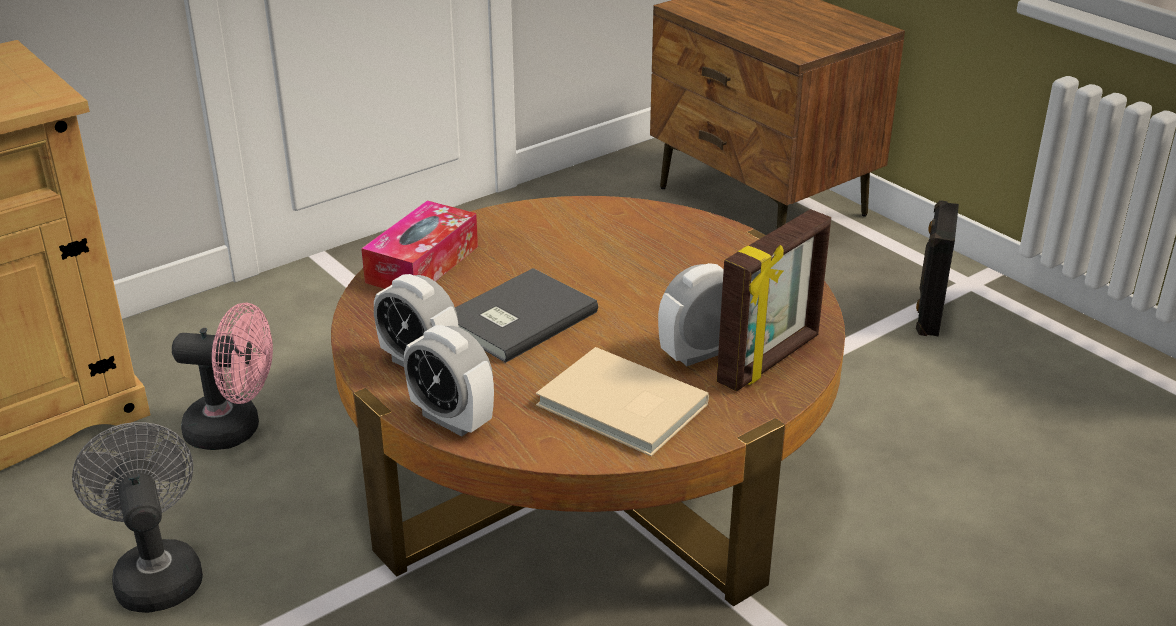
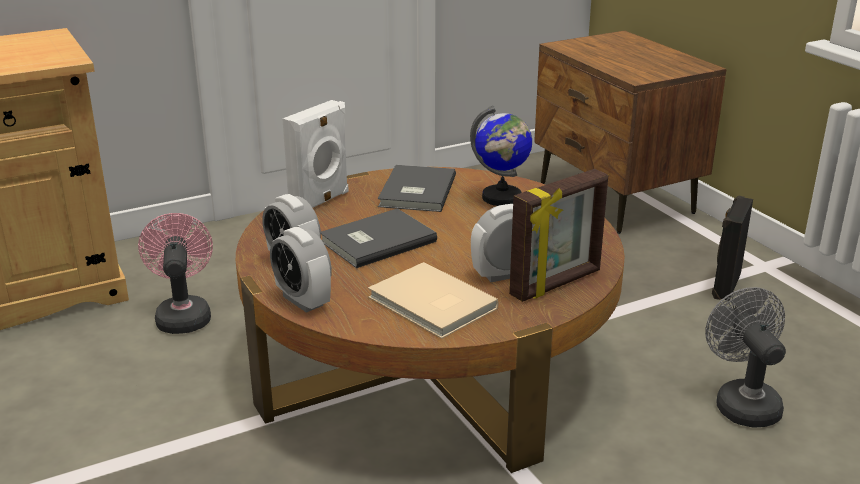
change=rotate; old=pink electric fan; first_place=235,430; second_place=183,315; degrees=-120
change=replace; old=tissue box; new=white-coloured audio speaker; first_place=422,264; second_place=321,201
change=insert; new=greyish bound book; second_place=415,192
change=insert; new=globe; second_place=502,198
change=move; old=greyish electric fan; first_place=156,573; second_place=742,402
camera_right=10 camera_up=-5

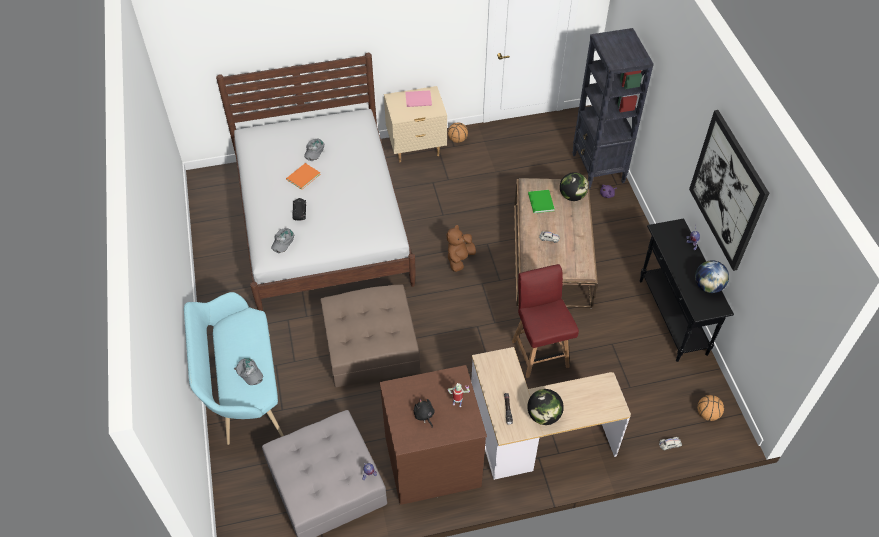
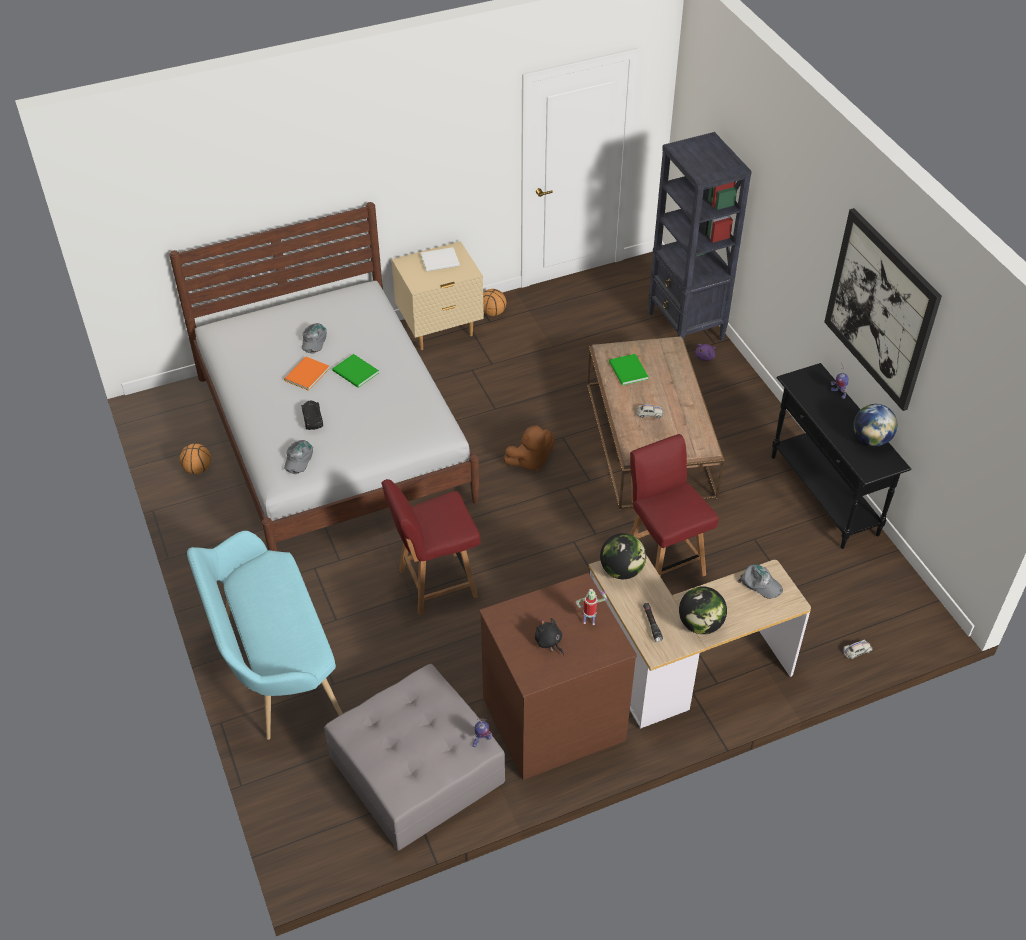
change=move; old=basketball ball; first_place=707,414; second_place=198,469
change=insert; new=green-coloured bound book; second_place=355,373
change=replace; old=brown pouffe; new=red chair; first_place=370,344; second_place=435,584
change=recolor; old=pink bound book; new=white-coloured bound book; first_place=419,100; second_place=441,261
change=rotate; old=brown plush toy; first_place=459,259; second_place=530,461; degrees=-135
change=move; old=globe; first_place=572,196; second_place=621,570
change=move; old=greyish peaked cap; first_place=249,373; second_place=760,584
camera_right=-10 camera_up=-5

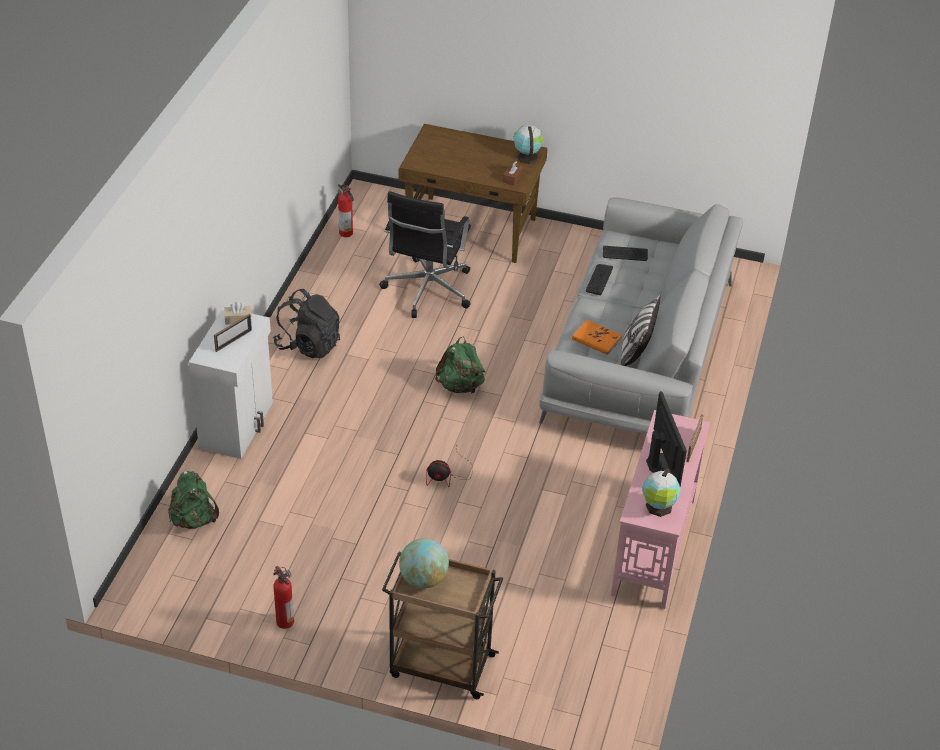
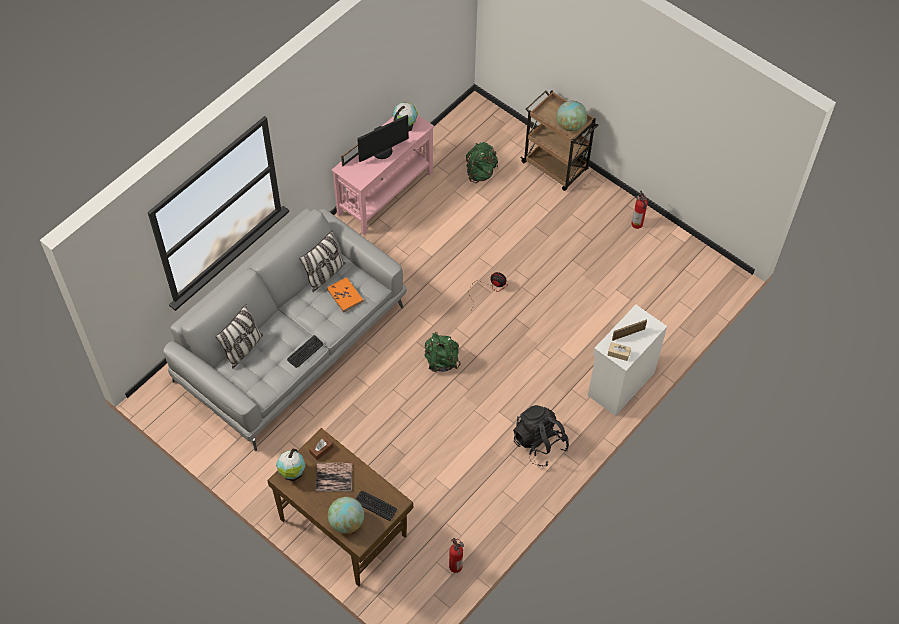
change=insert; new=throw pillow; second_place=243,348
change=insert; new=bound book; second_place=334,477
change=insert; new=globe; second_place=347,522
change=move; old=computer keyboard; first_place=625,254; second_place=375,505
change=rotate; old=computer screen; first_place=662,464; second_place=382,151; degrees=-135
change=move; old=green-coloured rucksack; first_place=193,519; second_place=481,172
change=delete; old=black desk chair; first_place=427,291
camera_right=-155 camera_up=15

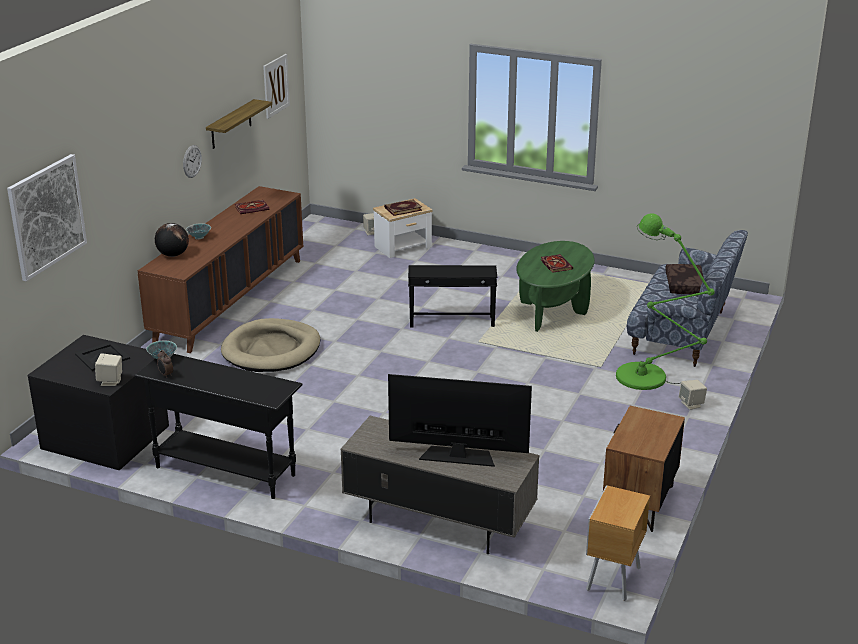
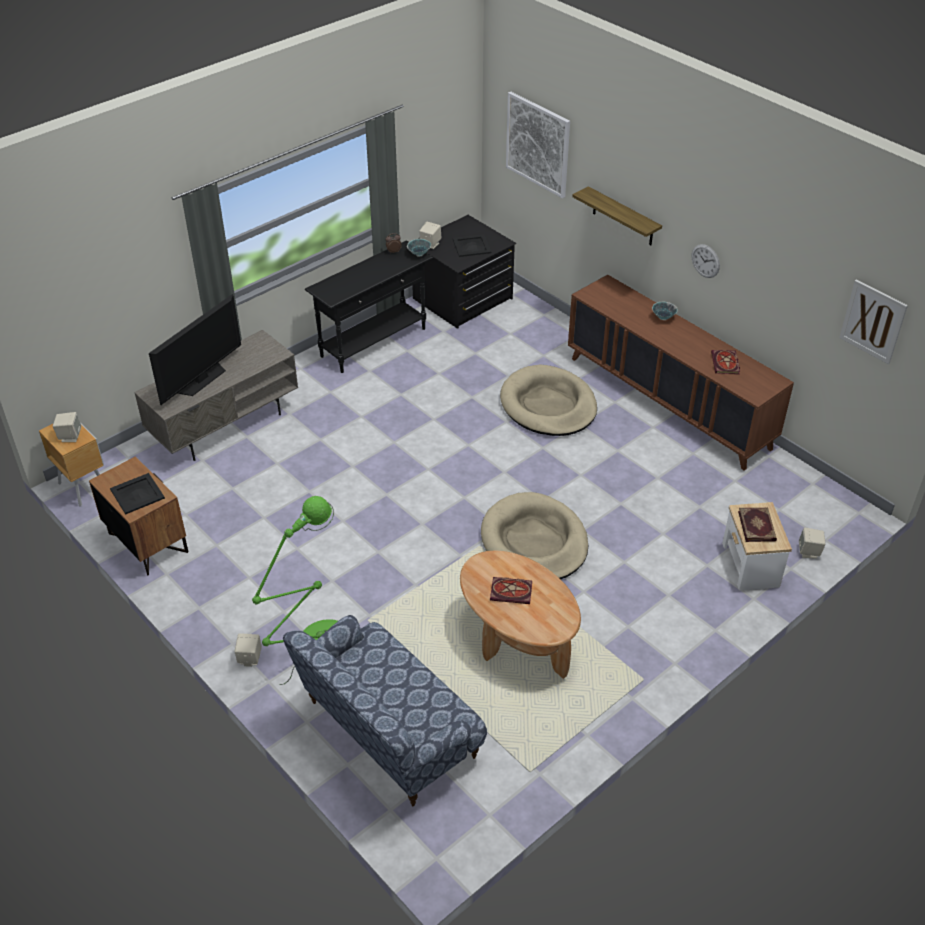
change=insert; new=beige audio speaker; second_place=70,436
change=insert; new=black tray; second_place=138,494
change=recolor; old=green-coloured low table; new=brown low table; first_place=553,309; second_place=517,638
change=replace; old=black accent table; new=beige pet bed; first_place=452,322; second_place=534,541
change=move; old=bracket shelf; first_place=231,124; second_place=623,217
change=delete; old=globe; first_place=173,255
change=delete; old=brown throw pillow; first_place=684,285
camera_right=115 camera_up=15

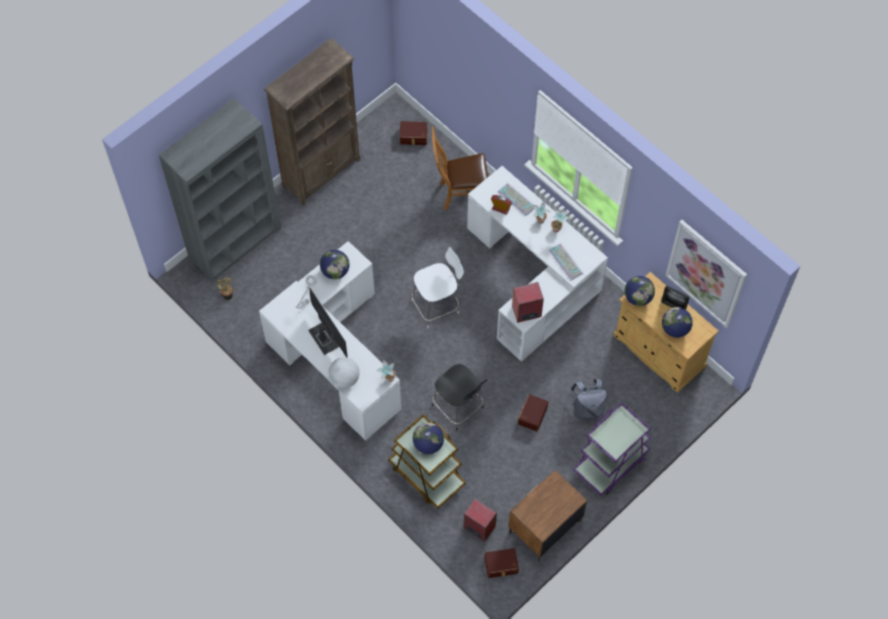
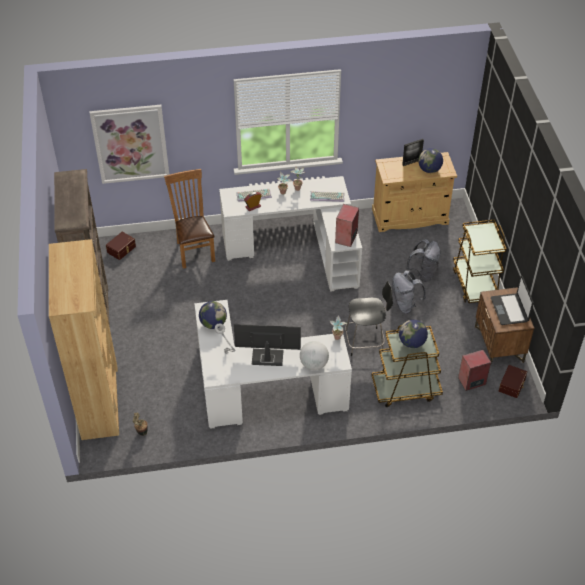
change=recolor; old=greyish shelving unit; new=brown shelving unit; first_place=235,242; second_place=99,401
change=move; old=wall art; first_place=706,273; second_place=130,144
change=rotate; old=brown chair; first_place=460,194; second_place=194,250; degrees=135
change=replace; old=brown storage bin; new=greyish rucksack; first_place=531,415; second_place=405,305
change=recolor; old=purple-coloured cart; new=brown cart; first_place=610,463; second_place=475,284
change=insert; new=laptop; second_place=510,310
change=delete; old=white-coloured chair; first_place=437,305
change=delete; old=globe; first_place=638,297
camera_right=-55 camera_up=-15

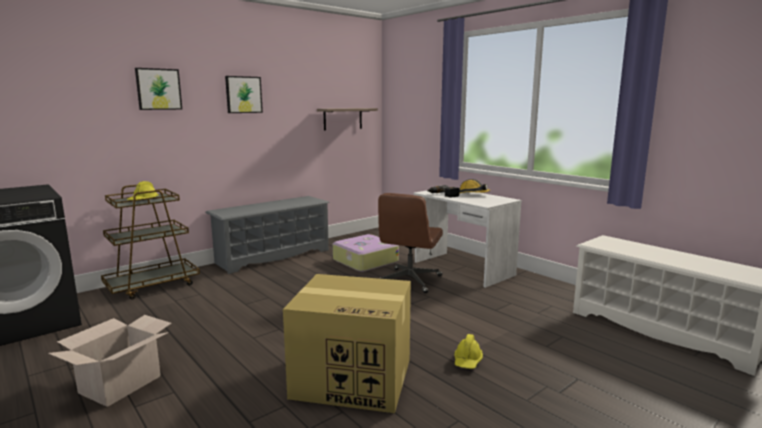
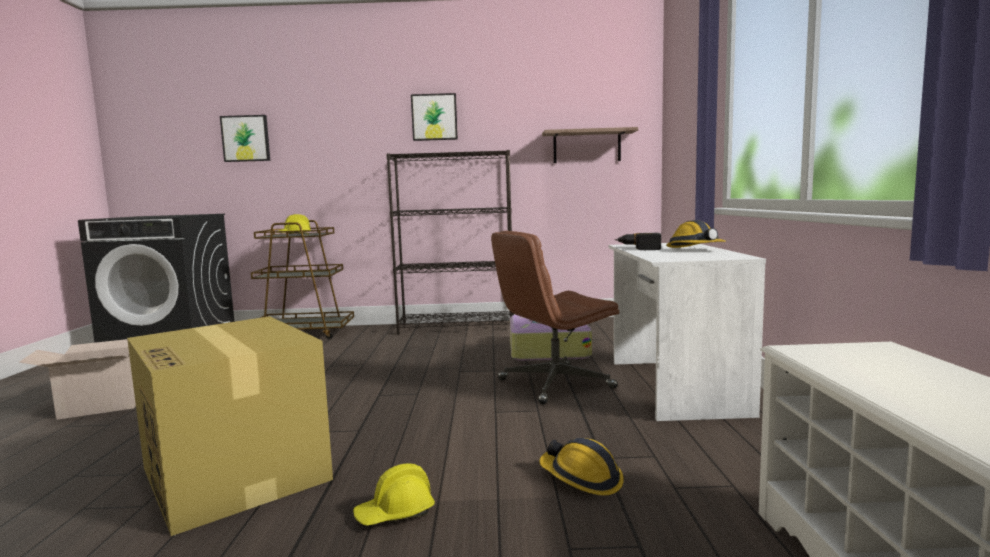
change=move; old=wall art; first_place=158,89; second_place=246,138
change=replace; old=greyish shoe rack; new=black shelving unit; first_place=273,256; second_place=457,327
change=insert; new=safety helmet; second_place=581,478
camera_right=40 camera_up=-5

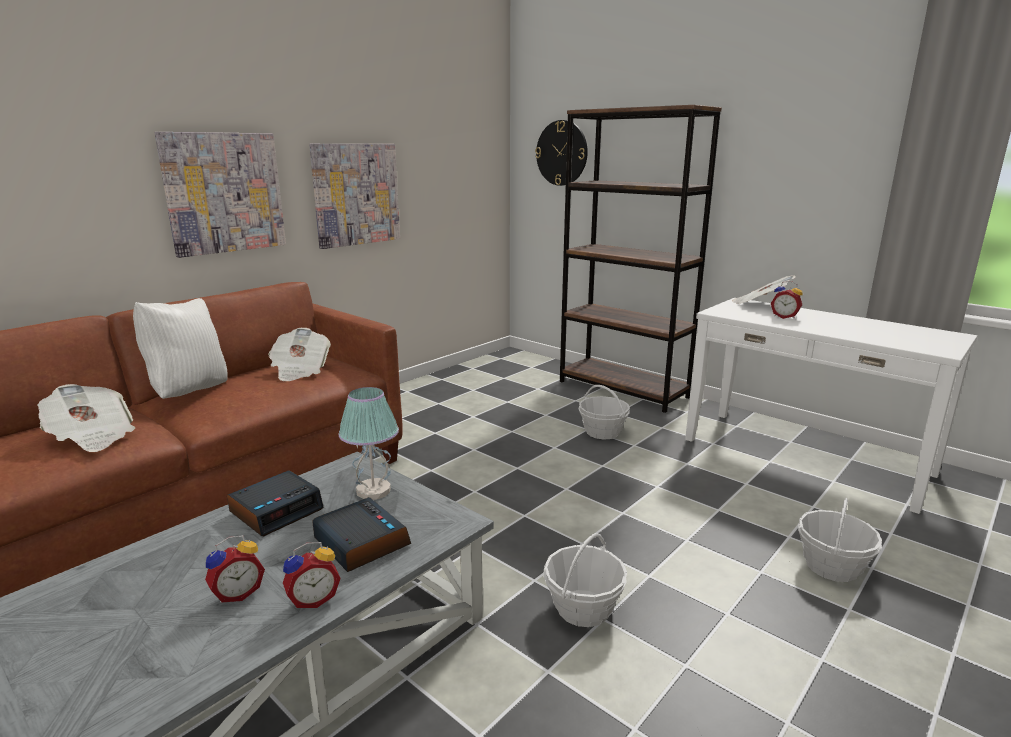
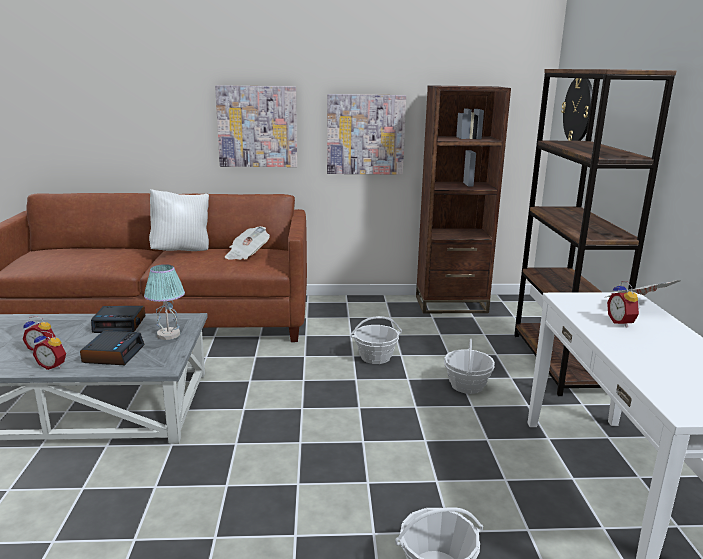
change=move; old=household basket; first_place=583,608; second_place=375,357
change=insert; new=brown shelving unit; second_place=451,304
change=delete; old=newspaper; first_place=92,437
camera_right=45 camera_up=0

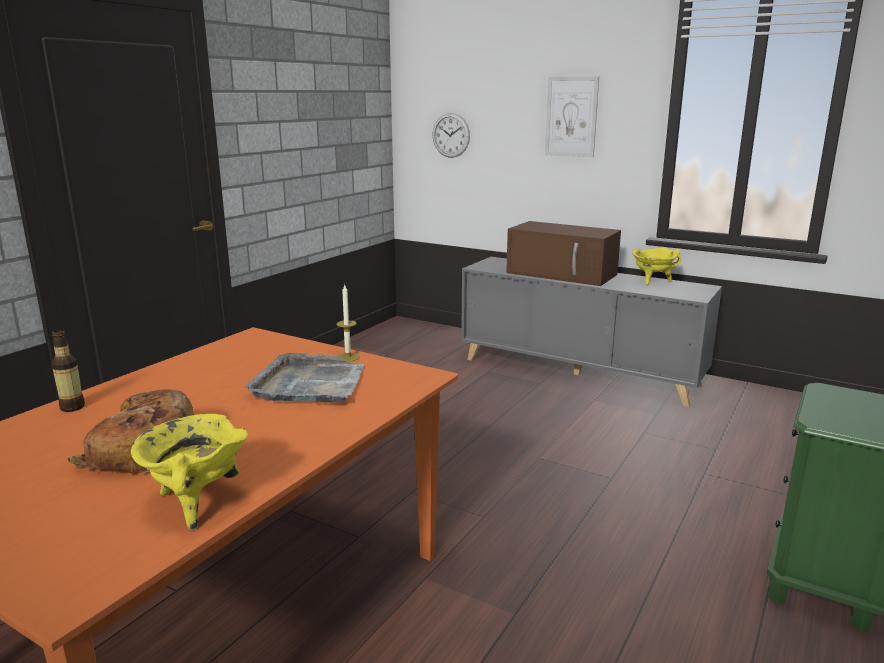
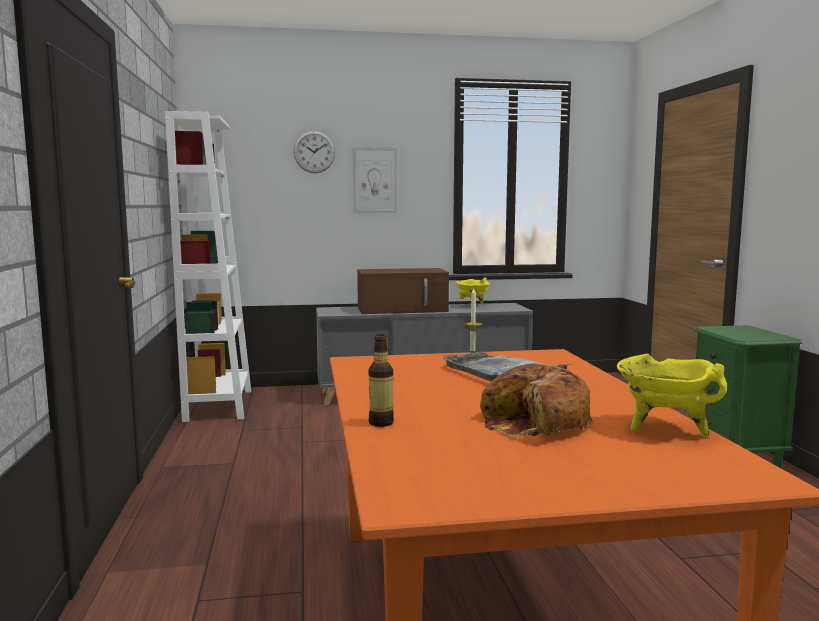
change=insert; new=white-coloured shelving unit; second_place=219,405
change=move; old=hanging clock; first_place=451,135; second_place=314,152
camera_right=-40 camera_up=-10

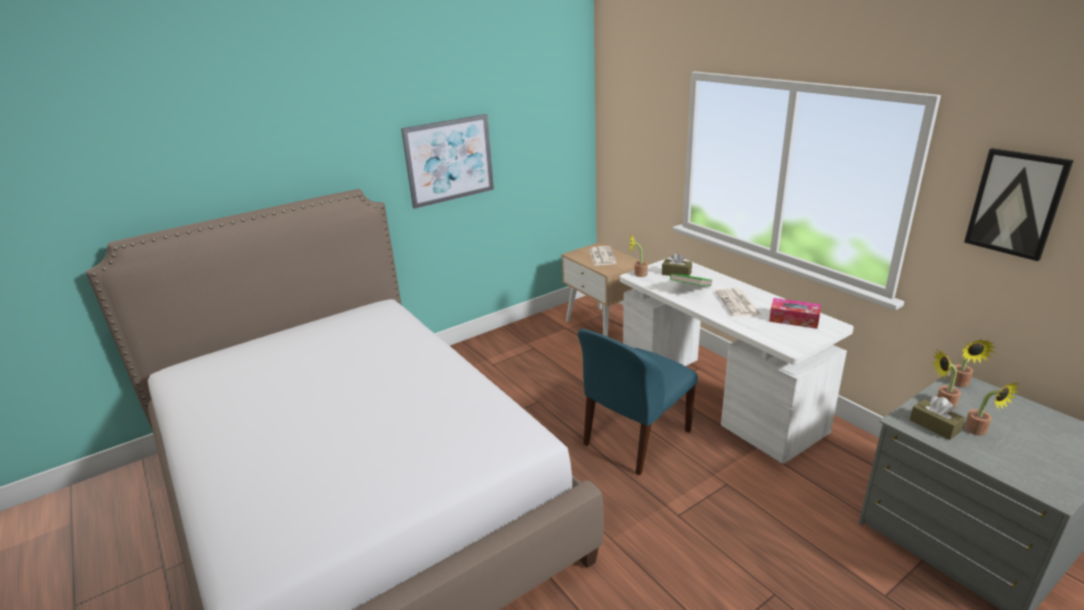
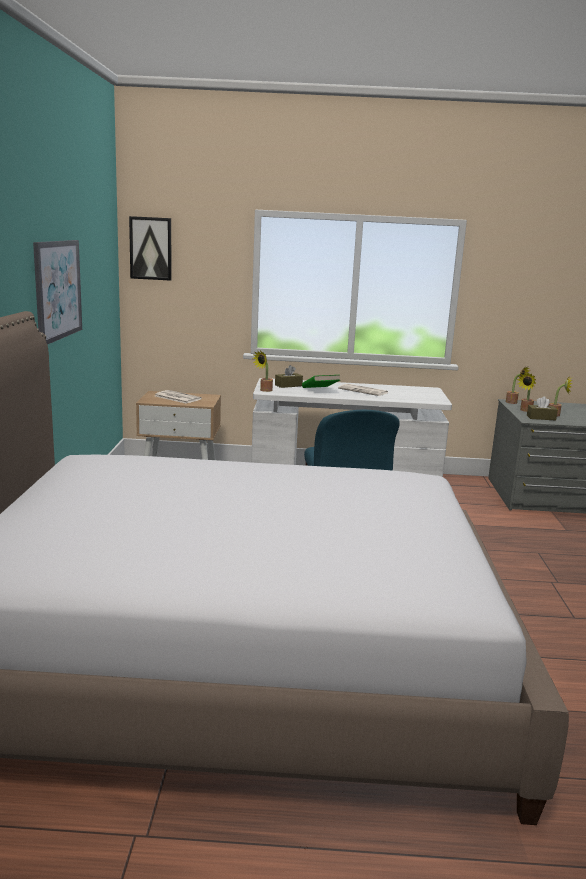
change=move; old=wall art; first_place=1016,203; second_place=151,248
change=delete; old=tissue box; first_place=793,319
camera_right=-55 camera_up=-10

